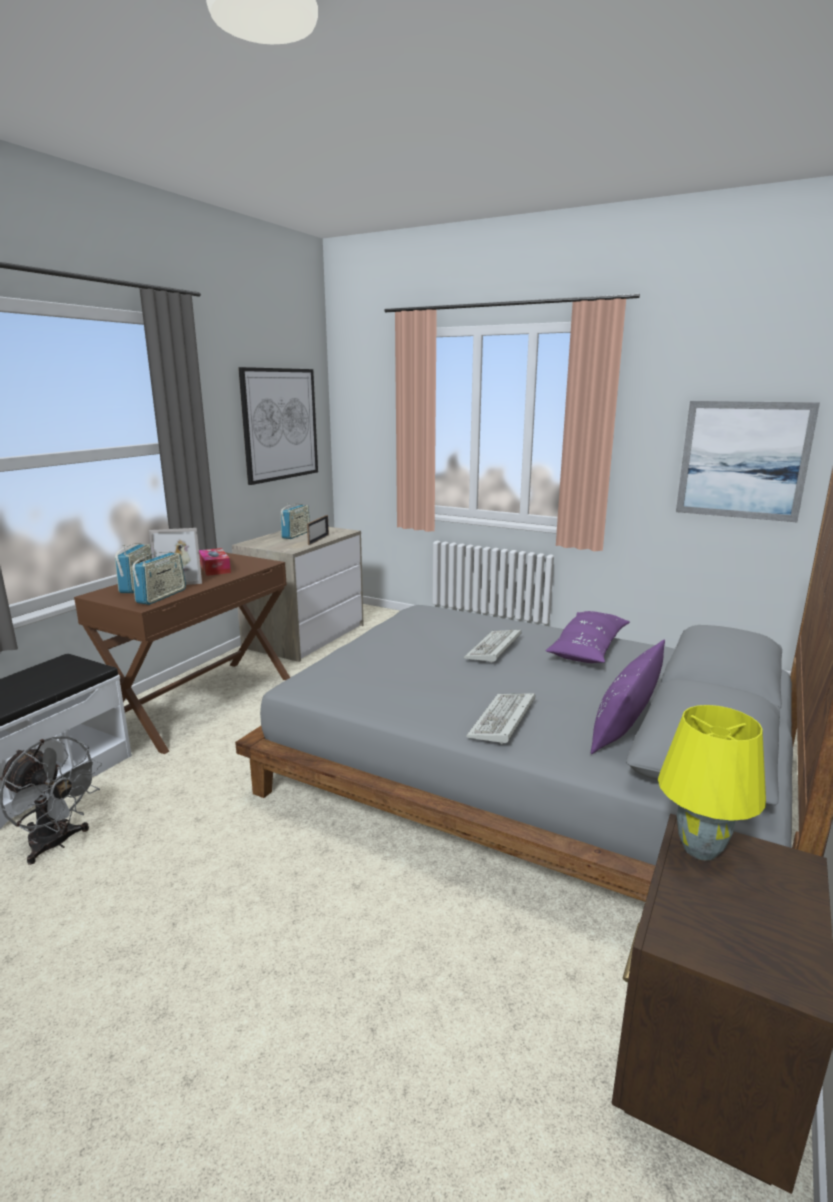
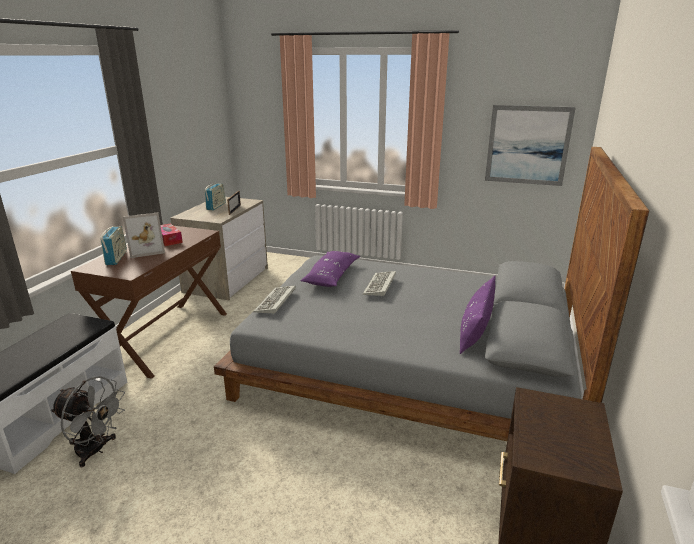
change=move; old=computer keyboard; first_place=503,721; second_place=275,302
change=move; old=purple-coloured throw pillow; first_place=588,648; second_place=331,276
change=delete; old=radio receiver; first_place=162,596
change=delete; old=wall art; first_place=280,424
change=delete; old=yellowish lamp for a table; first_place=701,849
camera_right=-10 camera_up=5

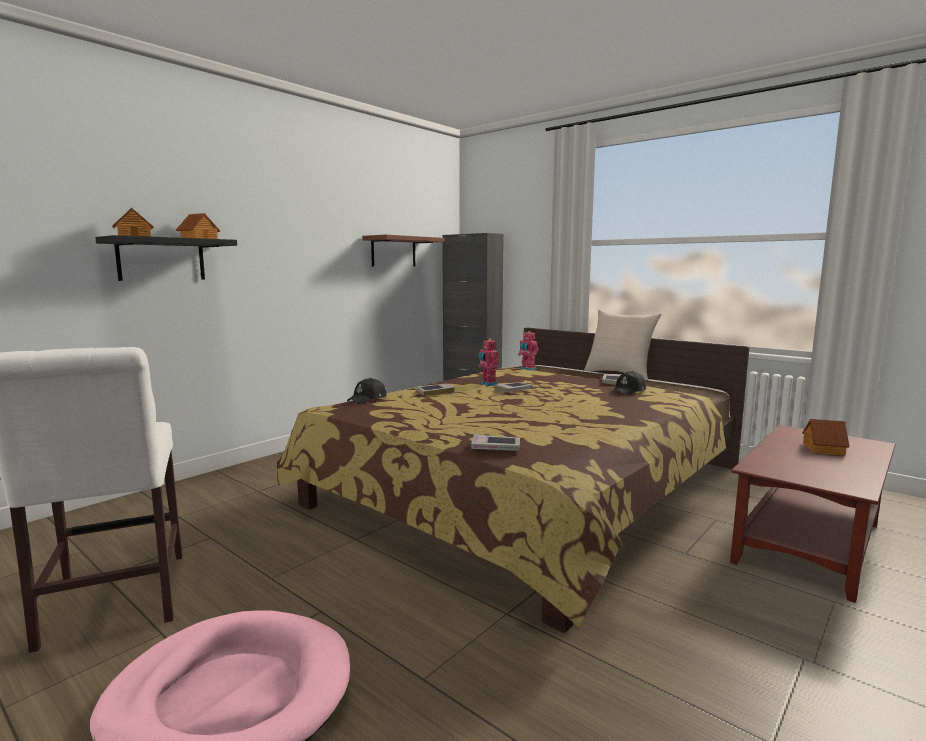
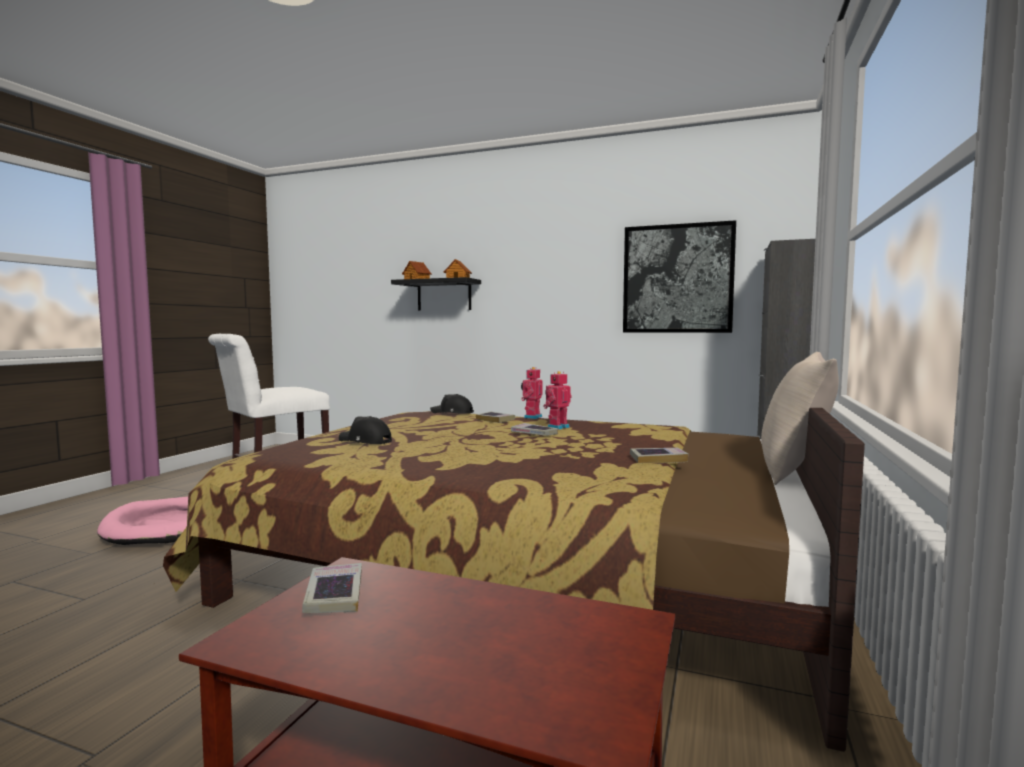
change=move; old=bound book; first_place=495,447; second_place=334,595
change=move; old=black peaked cap; first_place=629,391; second_place=365,441
change=move; old=model robot; first_place=527,369; second_place=531,417
change=replace; old=brown bracket shelf; new=wall art; first_place=393,251; second_place=677,279
change=delete; old=toy house; first_place=822,449
camera_right=70 camera_up=-5

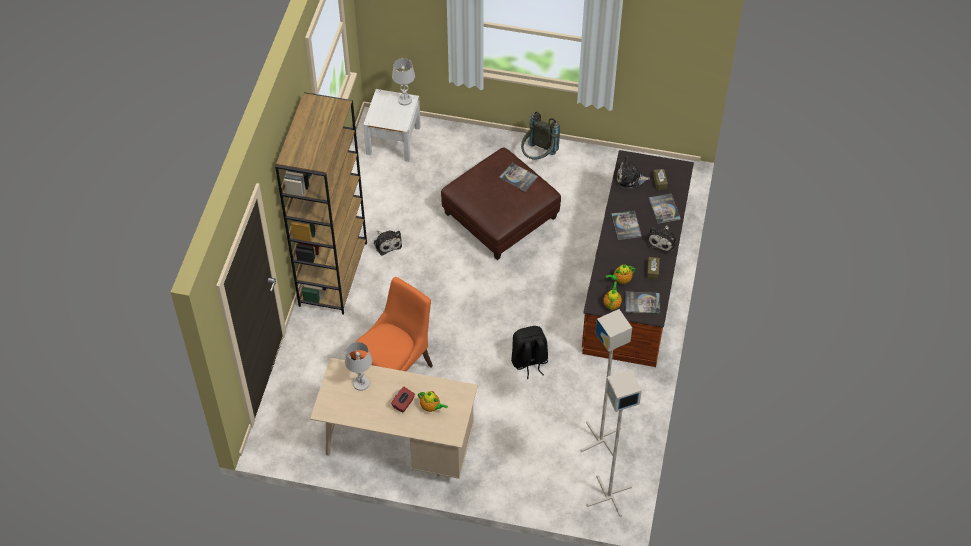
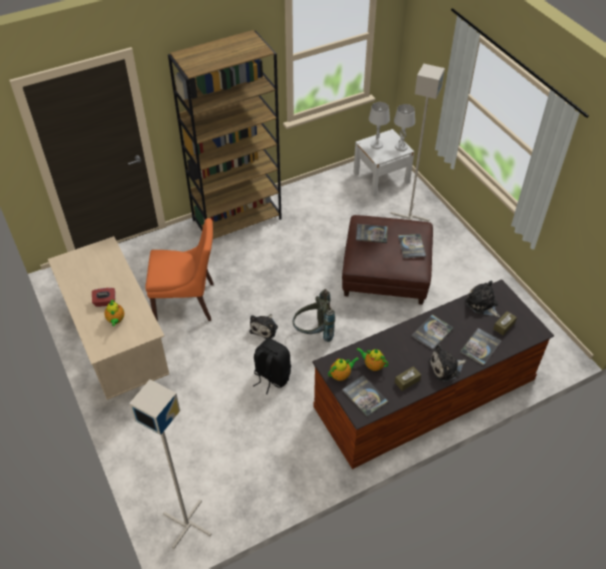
change=move; old=plush toy; first_place=387,243; second_place=265,328
change=move; old=greyish rucksack; first_place=538,156; second_place=313,332
change=insert; new=bound book; second_place=371,234
change=move; old=white-coloured lamp for a table; first_place=361,383; second_place=376,145
change=move; old=greyish standing lamp; first_place=601,440; second_place=409,217
camera_right=50 camera_up=-5

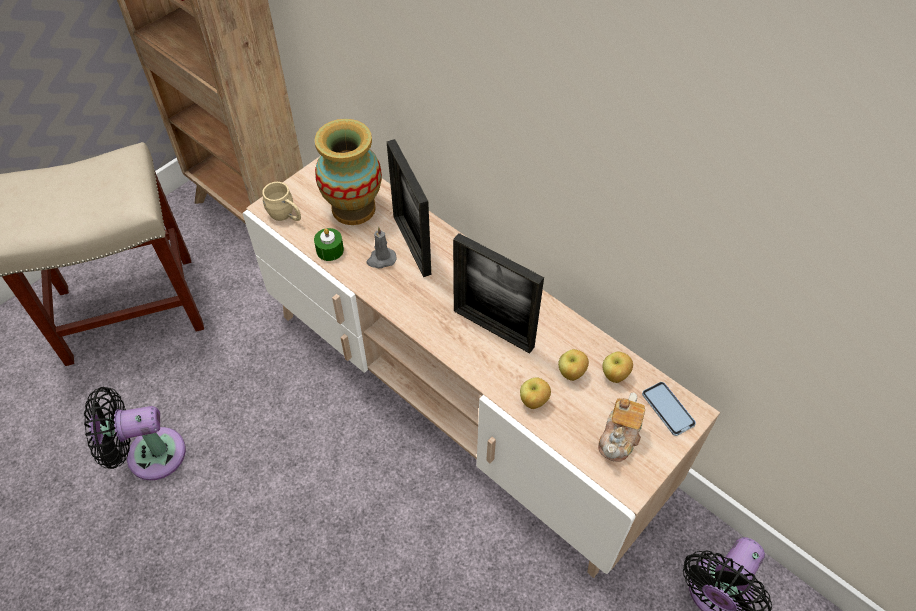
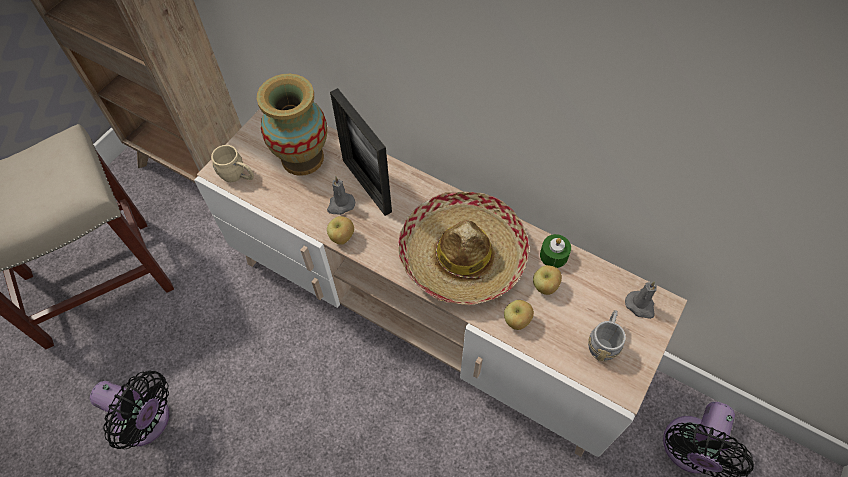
change=rotate; old=black electric fan; first_place=149,455; second_place=147,421; degrees=-135
change=move; old=apple; first_place=615,375; second_place=342,238
change=replace; old=picture frame; new=clothing hat; first_place=493,328; second_place=462,256
change=move; old=green-coloured candle; first_place=330,250; second_place=553,255
change=replace; old=teapot; new=greyish coffee mug; first_place=619,437; second_place=603,342
change=replace; old=phone; new=greyish candle; first_place=668,409; second_place=640,306
camera_right=-10 camera_up=5

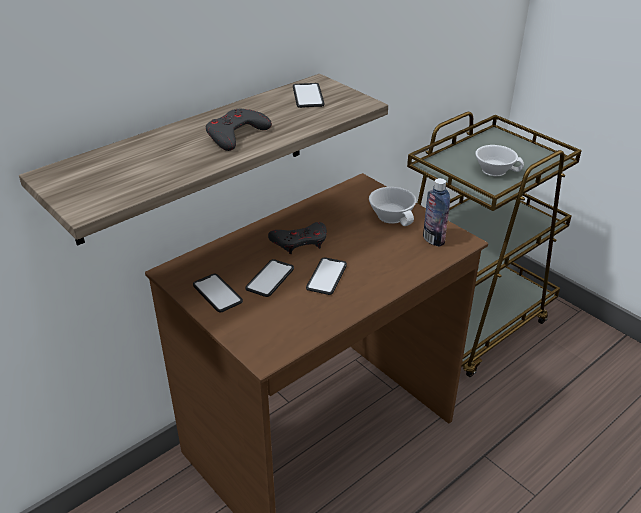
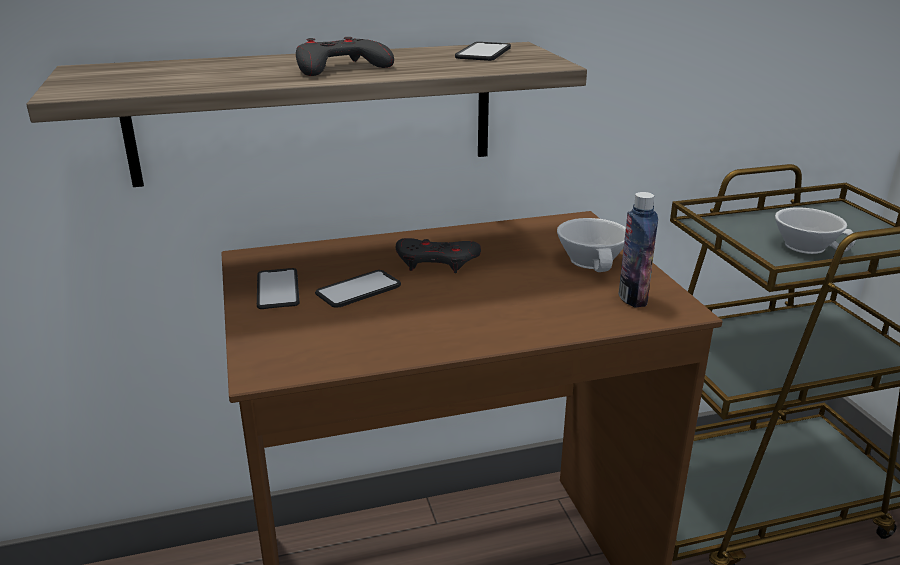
change=delete; old=phone; first_place=326,277
camera_right=25 camera_up=-10

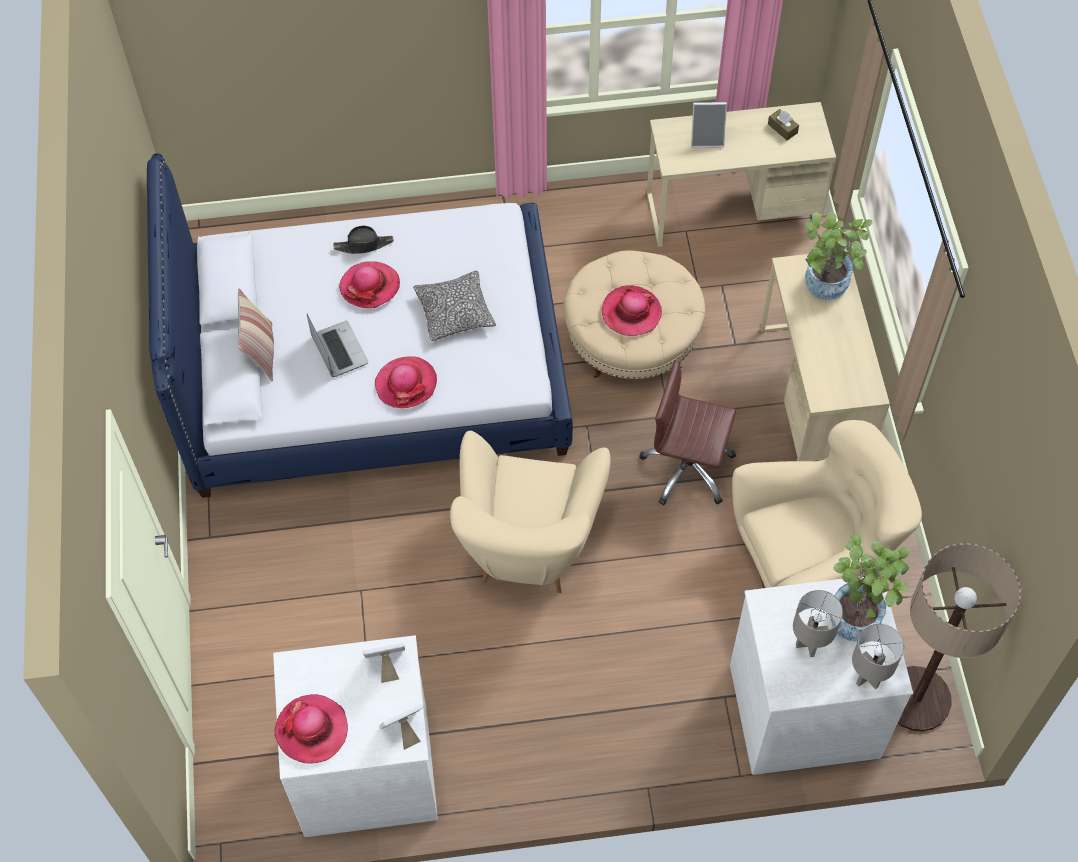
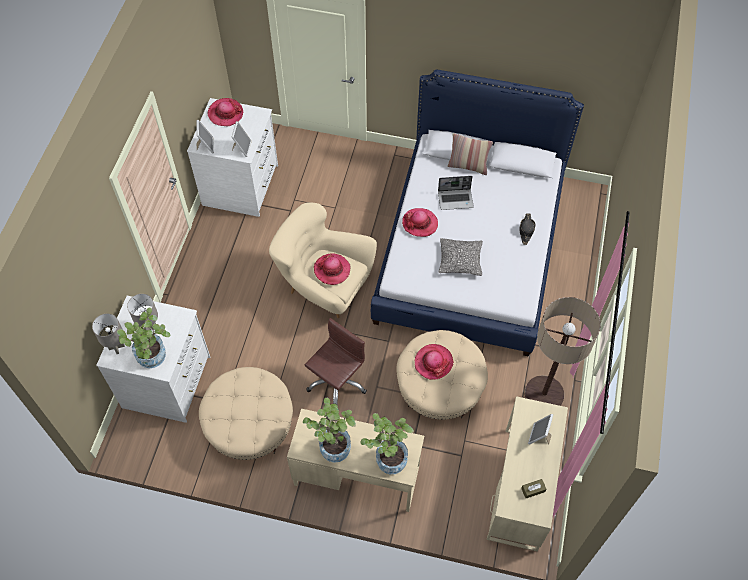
change=replace; old=beige easy chair; new=beige pouffe; first_place=812,558; second_place=249,425
change=insert; new=houseplant; second_place=333,444
change=move; old=clothing hat; first_place=370,286; second_place=332,270
change=move; old=standing lamp; first_place=916,699; second_place=544,394
camera_right=110 camera_up=0

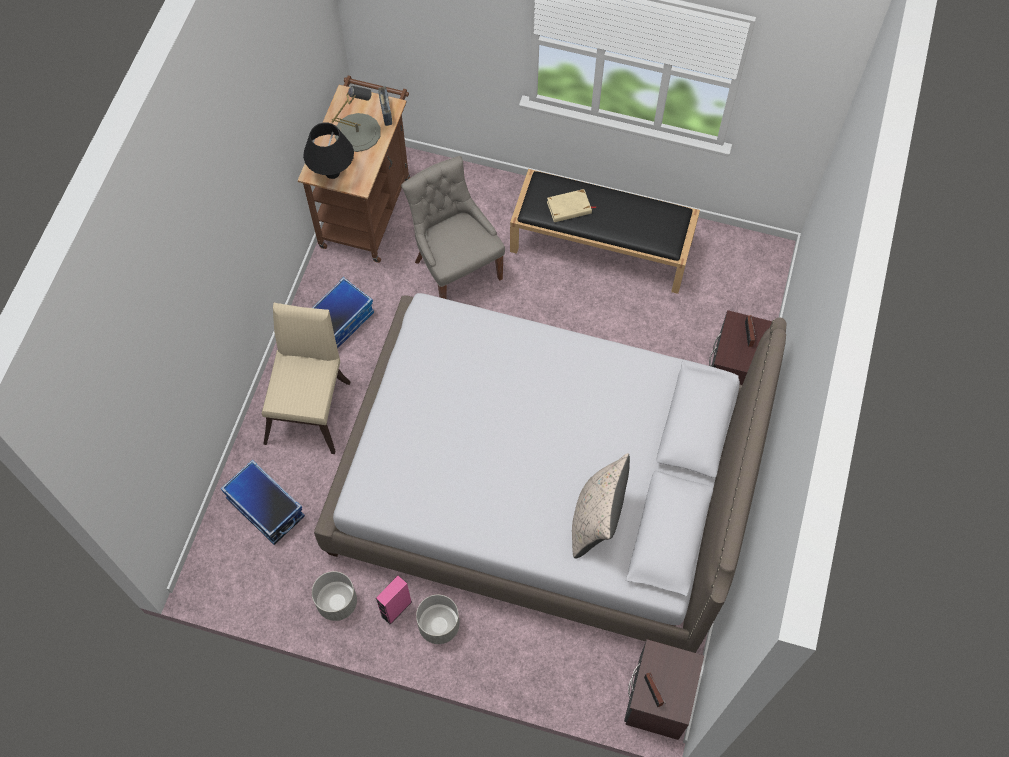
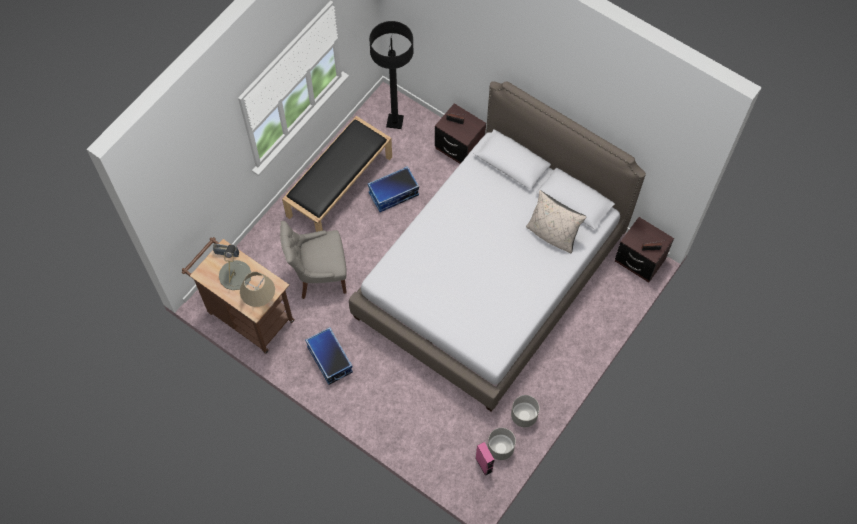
change=recolor; old=black lamp for a table; new=beige lamp for a table; first_place=332,172; second_place=260,299
change=move; old=storage bin; first_place=265,508; second_place=393,195
change=insert; new=black standing lamp; second_place=395,122
change=move; old=pink audio speaker; first_place=396,609; second_place=483,465
change=move; old=greyish plant pot; first_place=439,625; second_place=500,448
change=delete; old=beige chair; first_place=310,406
change=delete; old=beige bound book; first_place=569,208
camera_right=-70 camera_up=0

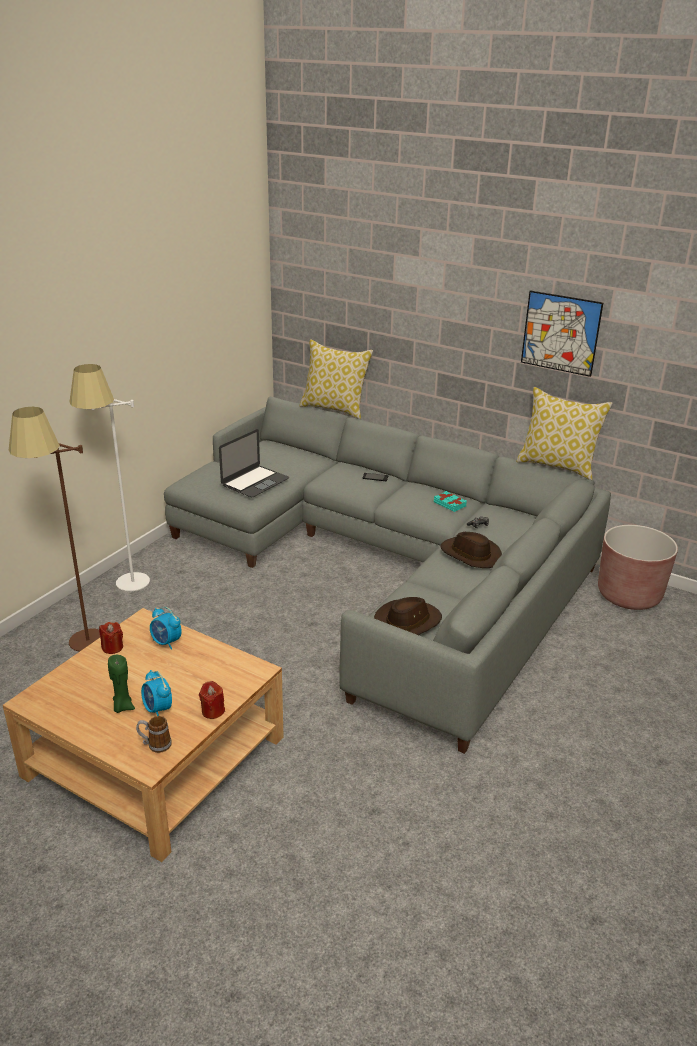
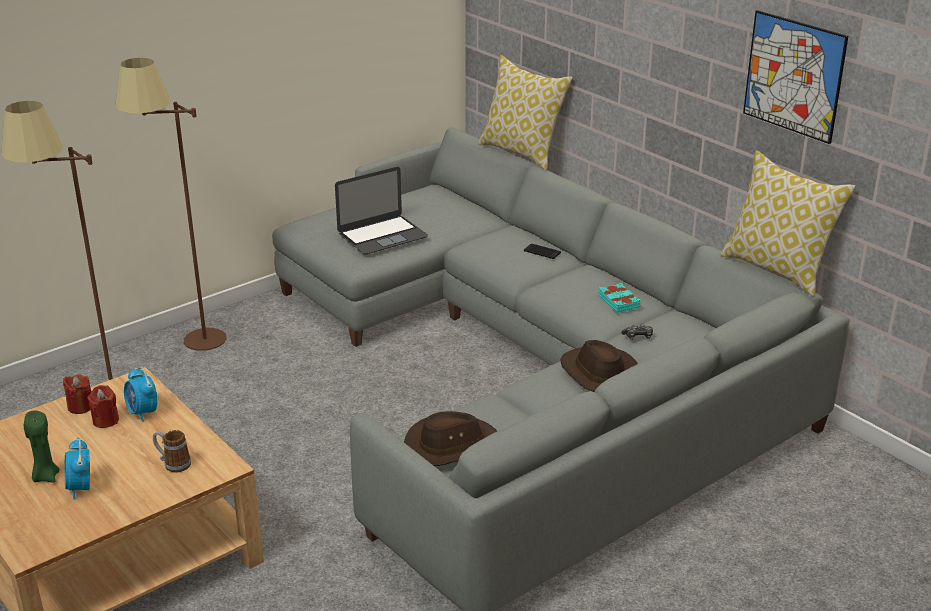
change=move; old=red candle; first_place=213,711; second_place=105,420
change=recolor; old=white-coloured standing lamp; new=brown standing lamp; first_place=126,590; second_place=191,348
change=move; old=coffee mug; first_place=155,745; second_place=173,464
change=delete; old=brown plant pot; first_place=629,595
camera_right=20 camera_up=0

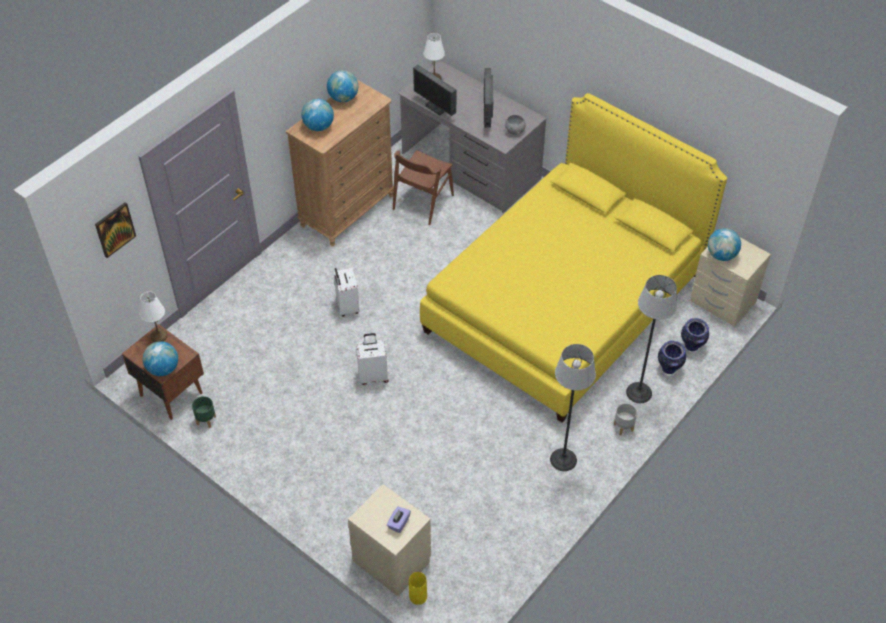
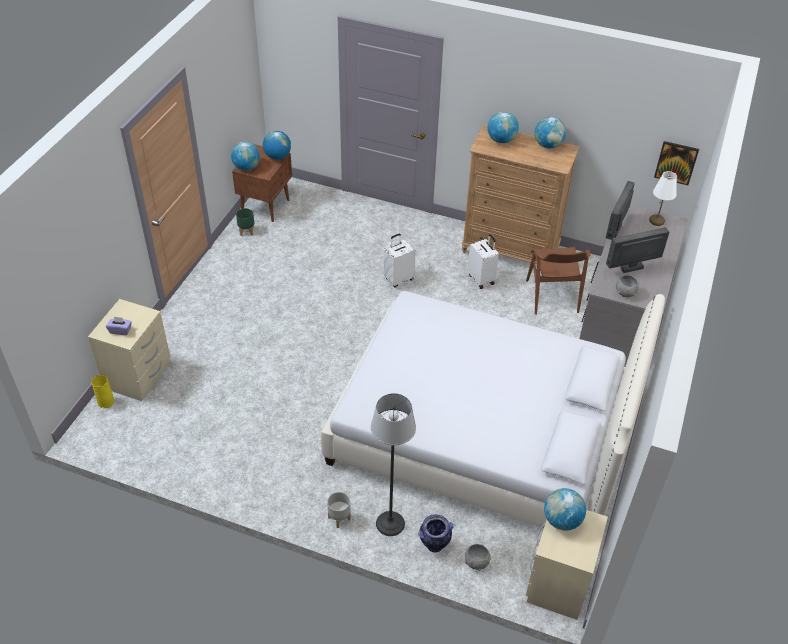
change=replace; old=white-coloured lamp for a table; new=globe; first_place=159,336; second_place=277,156
change=recolor; old=yellowish sleeping bed; new=white-coloured sleeping bed; first_place=564,301; second_place=483,433
change=replace; old=flower vase; new=greyish serving bowl; first_place=692,346; second_place=476,562
change=move; old=white-coloured travel case; first_place=373,376; second_place=481,279
change=rotate; old=brown chair; first_place=422,202; second_place=552,296; degrees=-105
change=move; old=wall art; first_place=115,229; second_place=676,162
change=delete; old=standing lamp; first_place=563,460
camera_right=70 camera_up=-5

